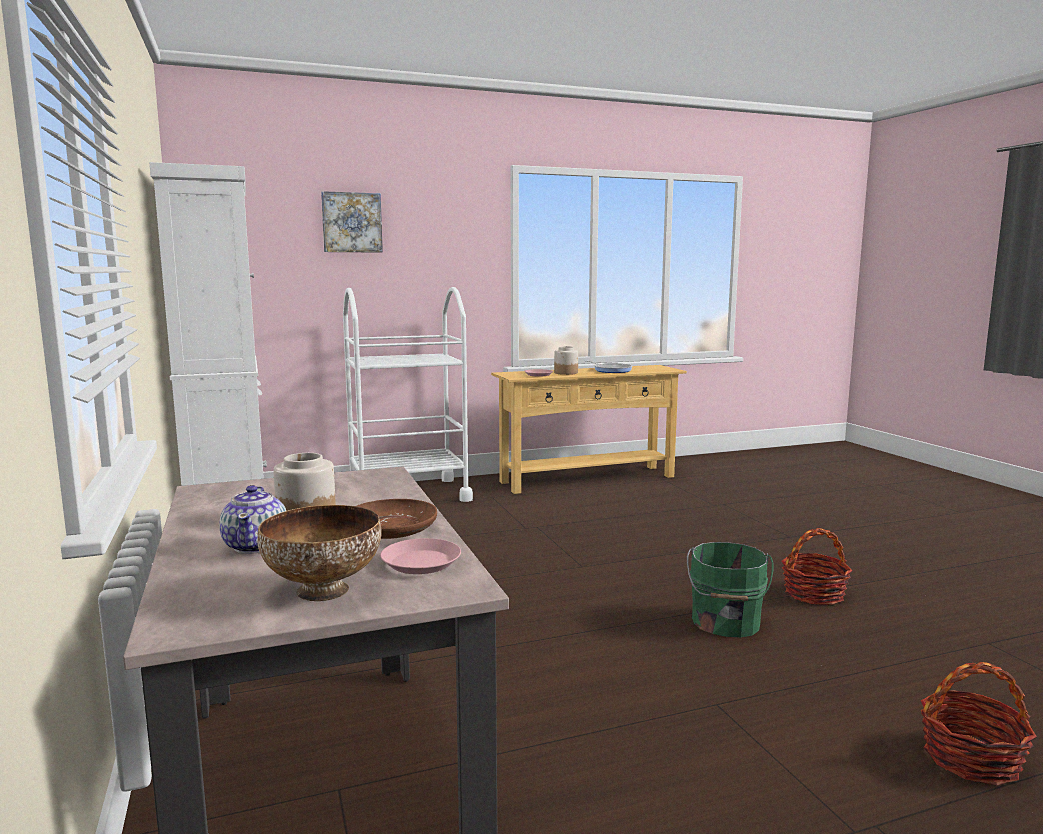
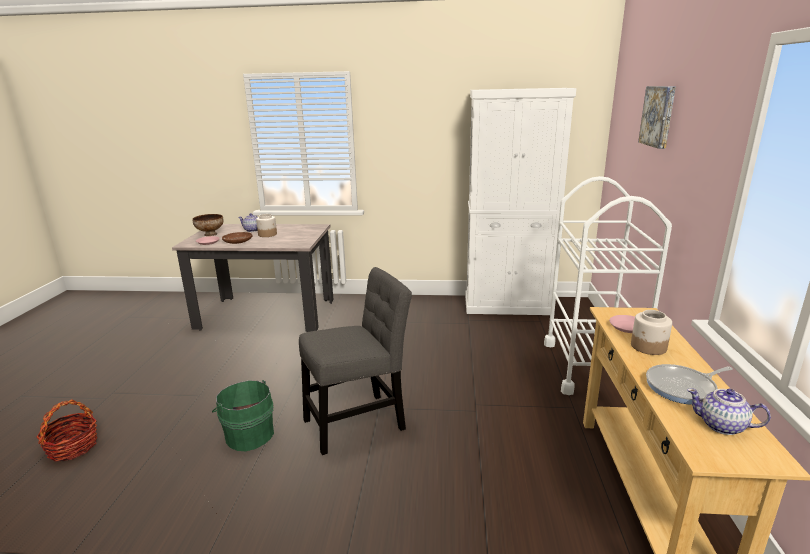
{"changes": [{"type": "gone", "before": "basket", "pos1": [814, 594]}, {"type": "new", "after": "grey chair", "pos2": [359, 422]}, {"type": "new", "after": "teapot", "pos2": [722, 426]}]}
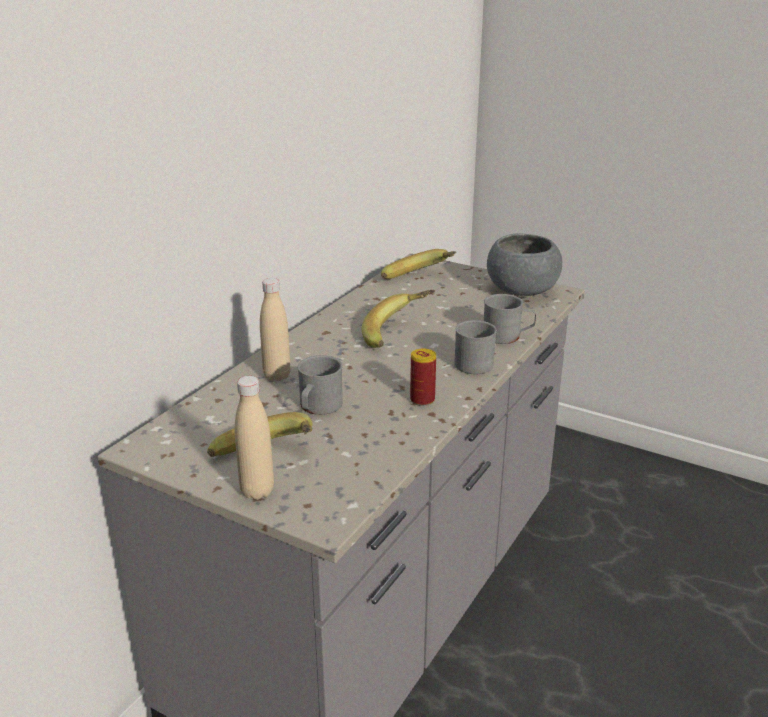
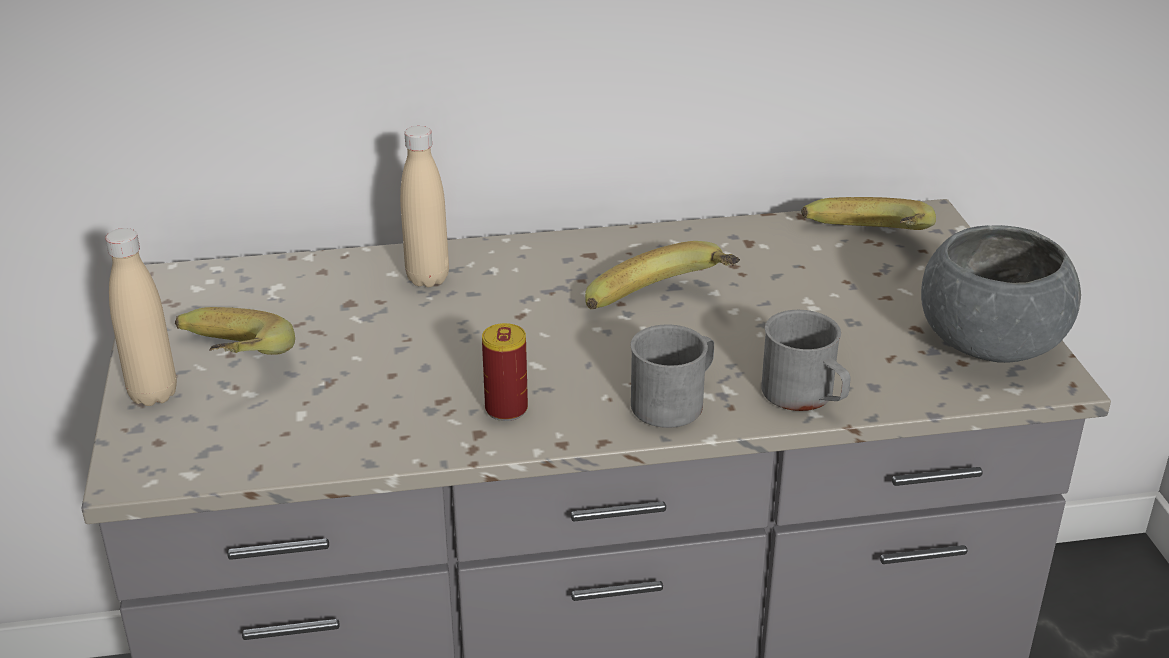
{"changes": [{"type": "gone", "before": "grey mug", "pos1": [318, 407]}]}
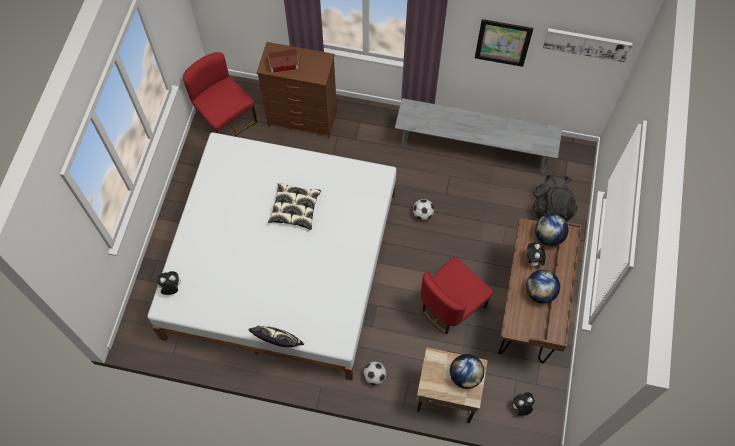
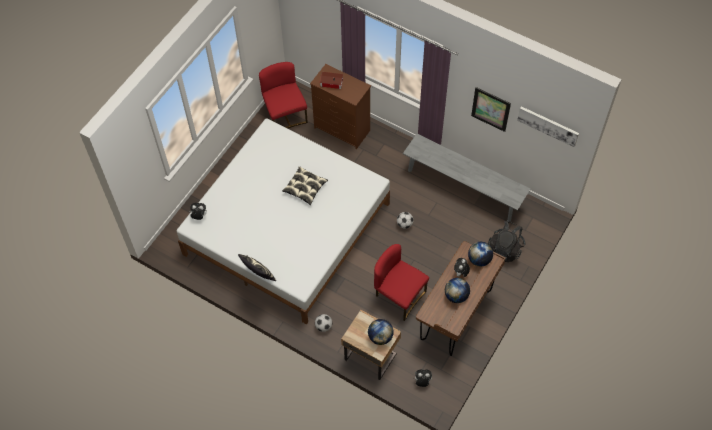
{"changes": [{"type": "rotated", "before": "red chair", "pos1": [451, 306], "pos2": [399, 296], "turn": 60}]}
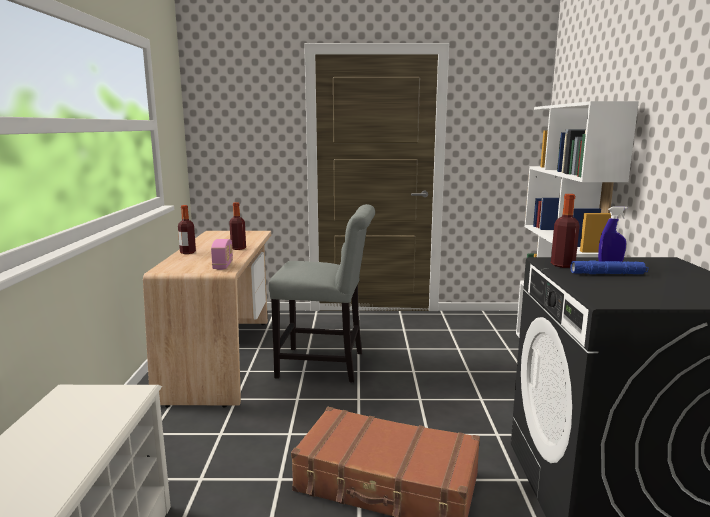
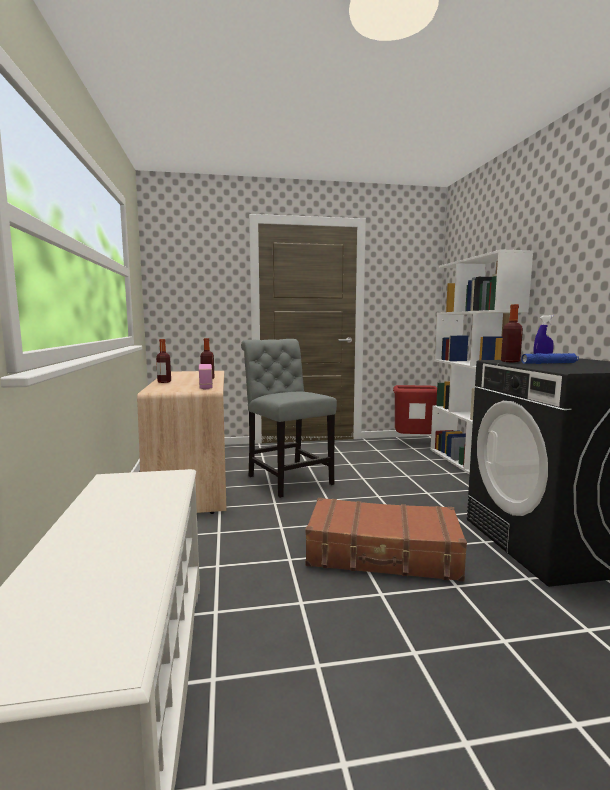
{"changes": [{"type": "rotated", "before": "grey chair", "pos1": [326, 365], "pos2": [287, 479], "turn": -120}, {"type": "new", "after": "red trash can", "pos2": [414, 442]}]}
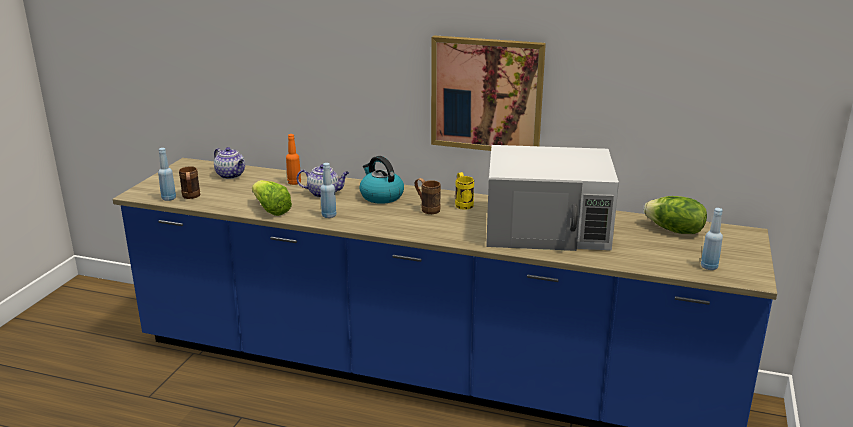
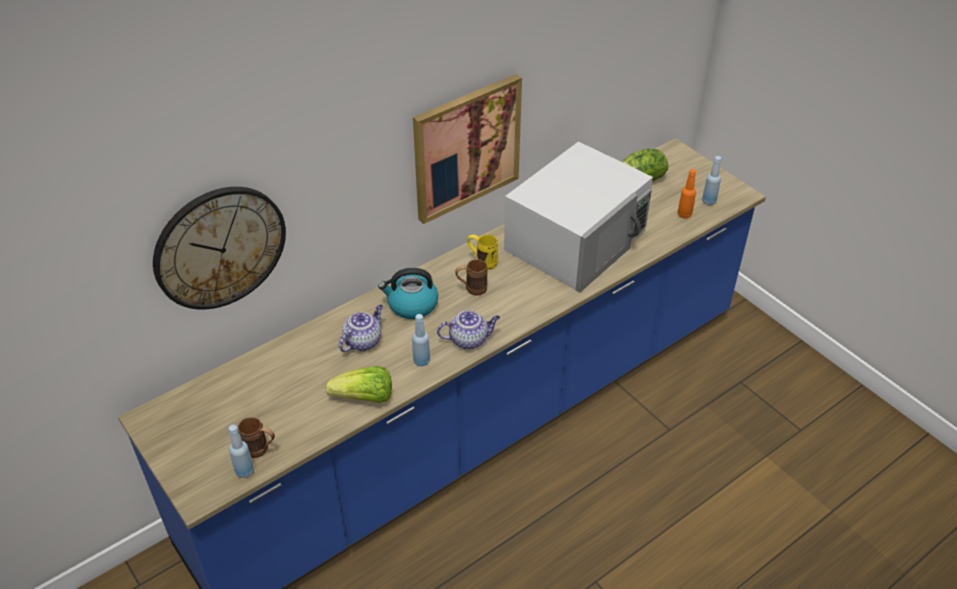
{"changes": [{"type": "shifted", "before": "teapot", "pos1": [231, 175], "pos2": [469, 339]}, {"type": "shifted", "before": "orange bottle", "pos1": [294, 182], "pos2": [684, 214]}, {"type": "new", "after": "wall clock", "pos2": [220, 247]}]}
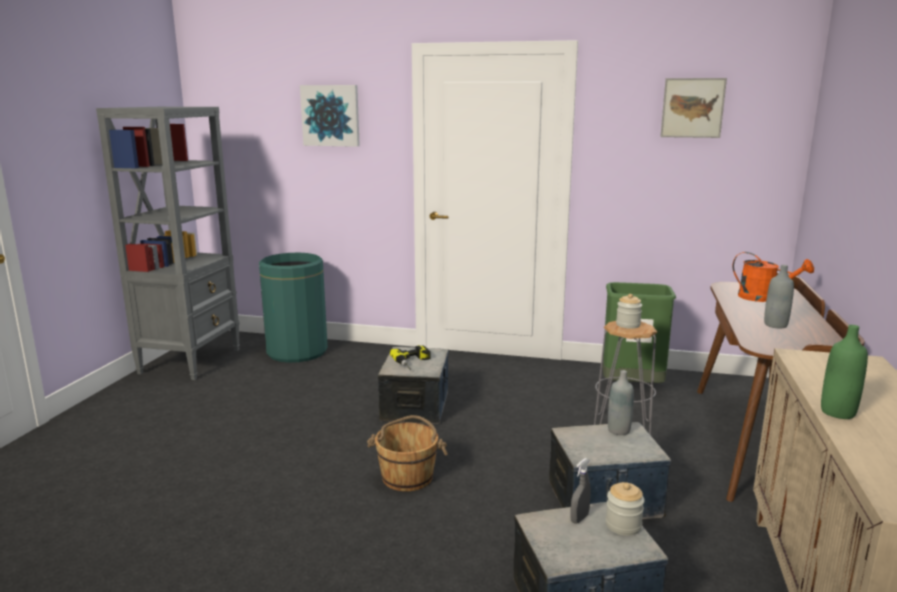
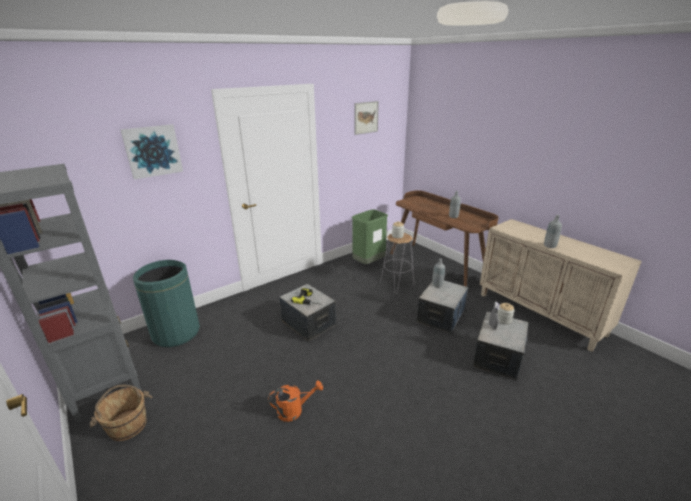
{"changes": [{"type": "shifted", "before": "brown bucket", "pos1": [407, 476], "pos2": [127, 425]}, {"type": "shifted", "before": "orange watering can", "pos1": [763, 298], "pos2": [294, 410]}, {"type": "repainted", "before": "green bottle", "after": "grey bottle", "pos1": [838, 412], "pos2": [550, 246]}]}
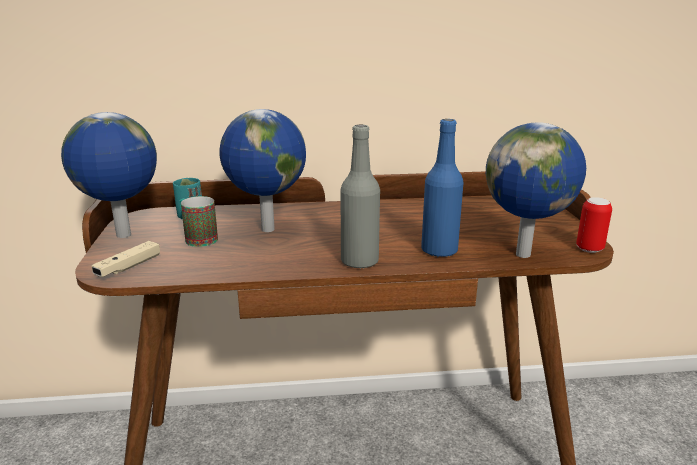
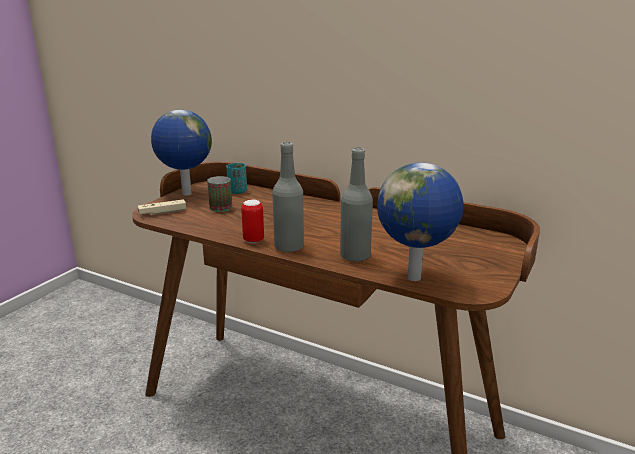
{"changes": [{"type": "gone", "before": "globe", "pos1": [266, 229]}, {"type": "repainted", "before": "blue bottle", "after": "grey bottle", "pos1": [439, 250], "pos2": [355, 256]}, {"type": "shifted", "before": "can", "pos1": [589, 249], "pos2": [253, 240]}]}
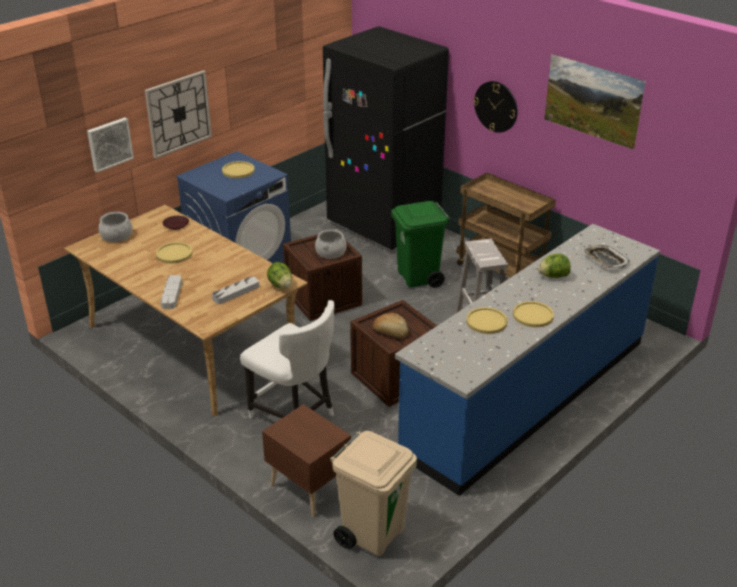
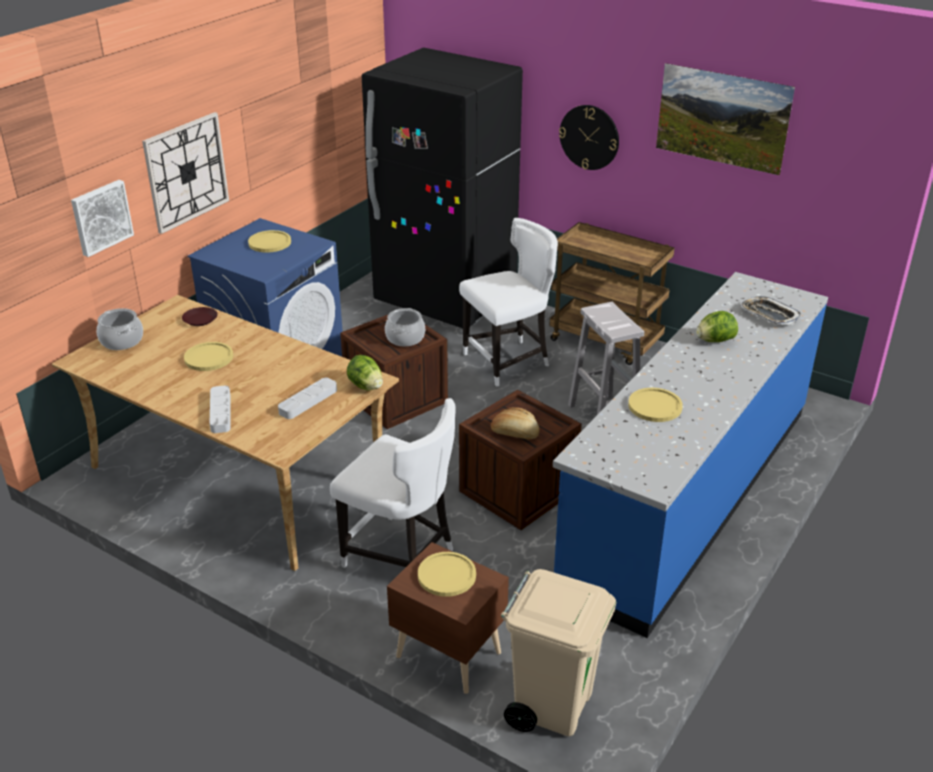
{"changes": [{"type": "swapped", "before": "green trash can", "after": "white chair", "pos1": [418, 278], "pos2": [508, 361]}, {"type": "shifted", "before": "yellow plate", "pos1": [533, 315], "pos2": [446, 575]}]}
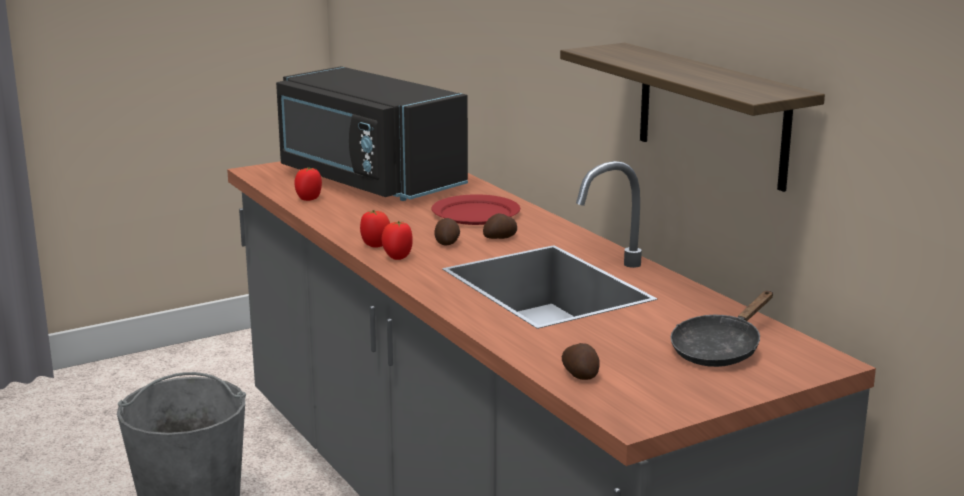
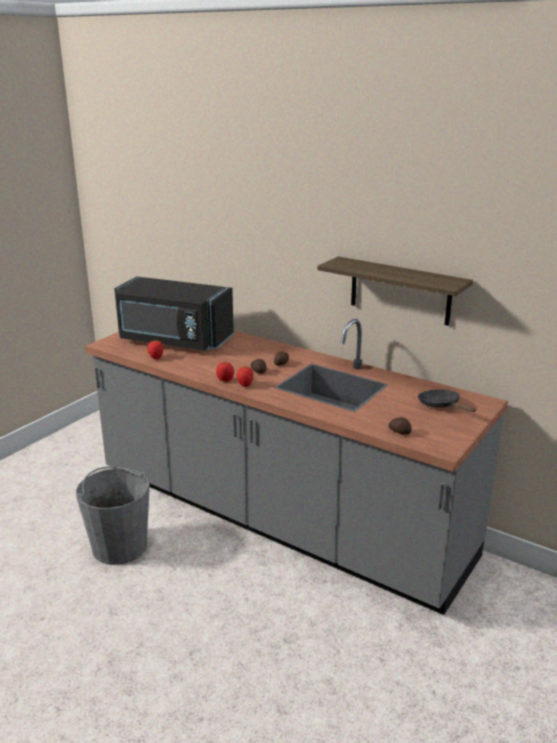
{"changes": [{"type": "gone", "before": "red plate", "pos1": [475, 213]}, {"type": "rotated", "before": "black frying pan", "pos1": [719, 349], "pos2": [441, 405], "turn": 135}]}
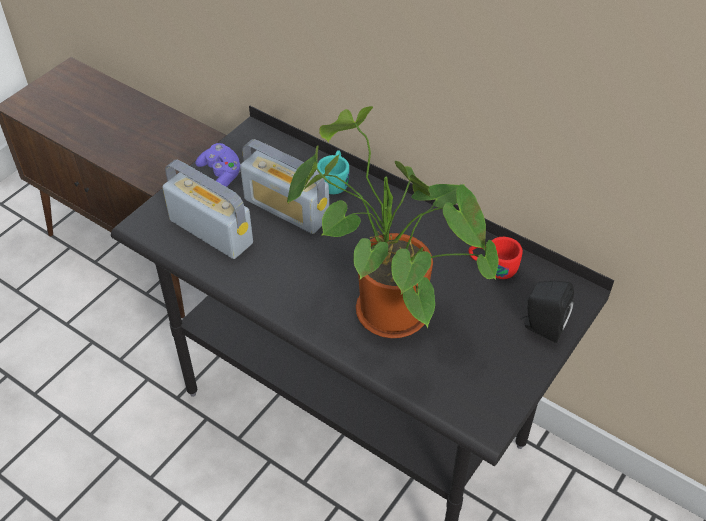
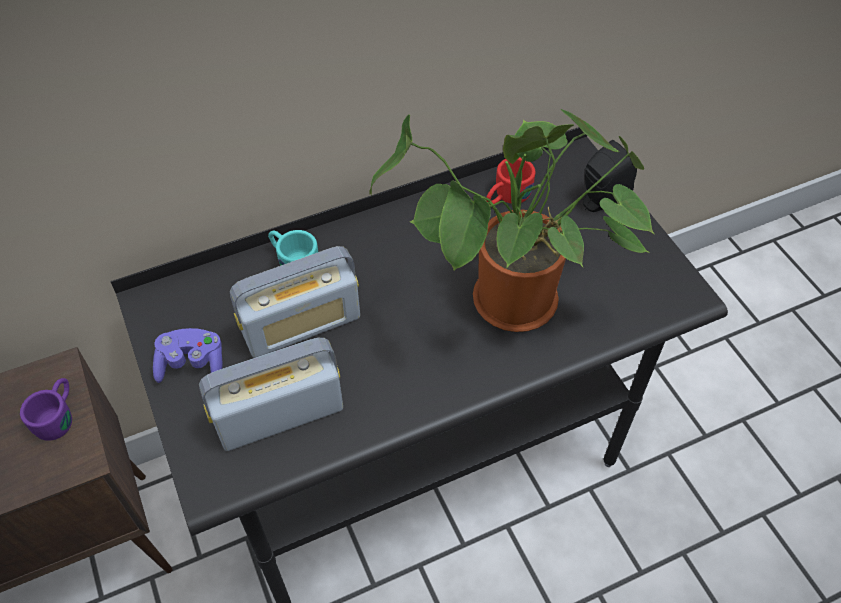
{"changes": [{"type": "new", "after": "purple mug", "pos2": [59, 416]}]}
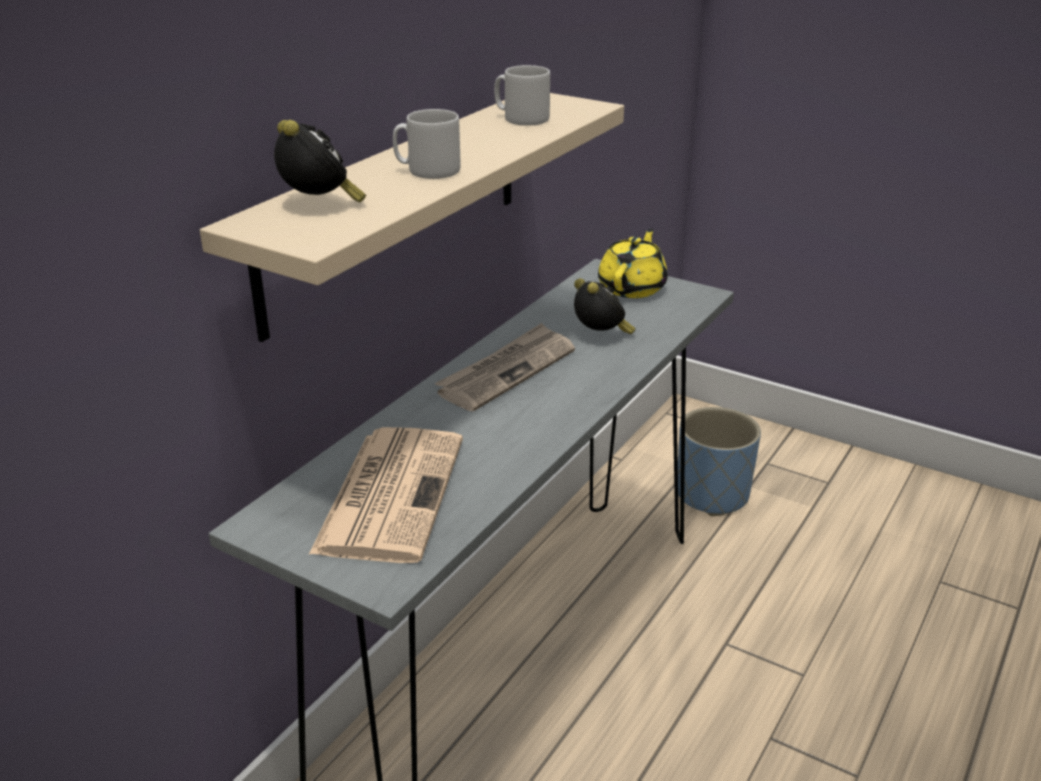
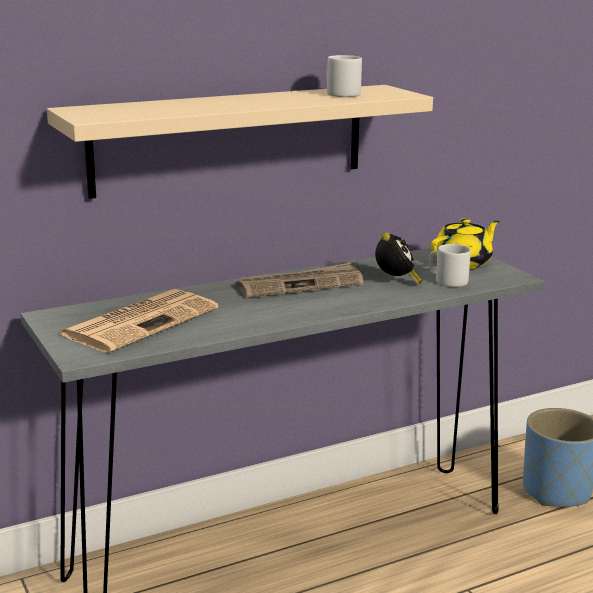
{"changes": [{"type": "gone", "before": "alarm clock", "pos1": [320, 205]}, {"type": "shifted", "before": "grey mug", "pos1": [427, 171], "pos2": [447, 281]}]}
